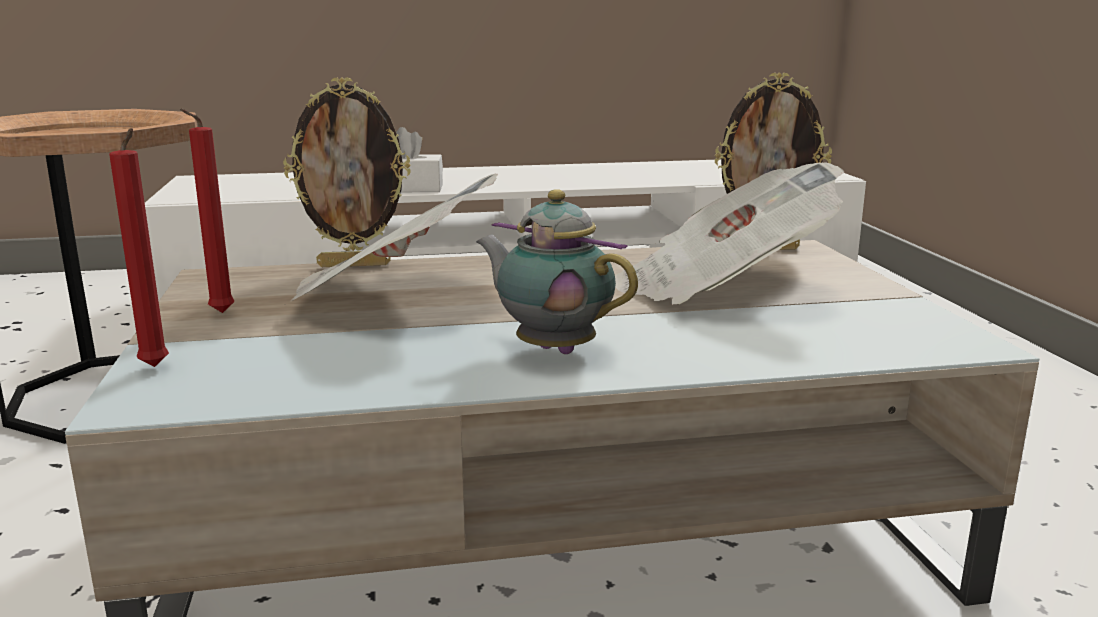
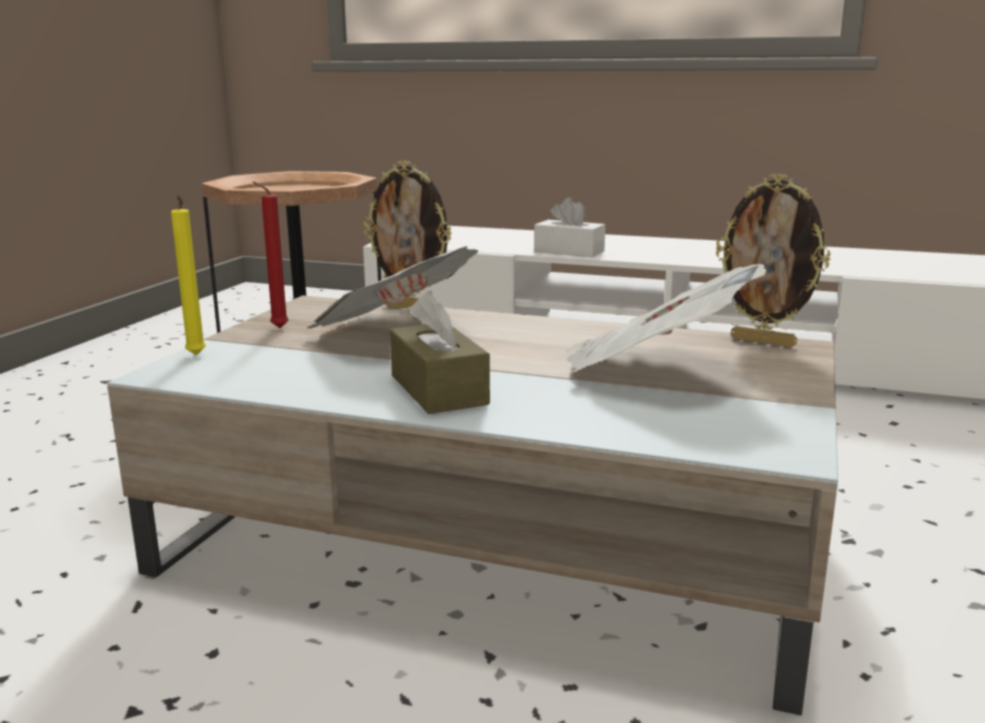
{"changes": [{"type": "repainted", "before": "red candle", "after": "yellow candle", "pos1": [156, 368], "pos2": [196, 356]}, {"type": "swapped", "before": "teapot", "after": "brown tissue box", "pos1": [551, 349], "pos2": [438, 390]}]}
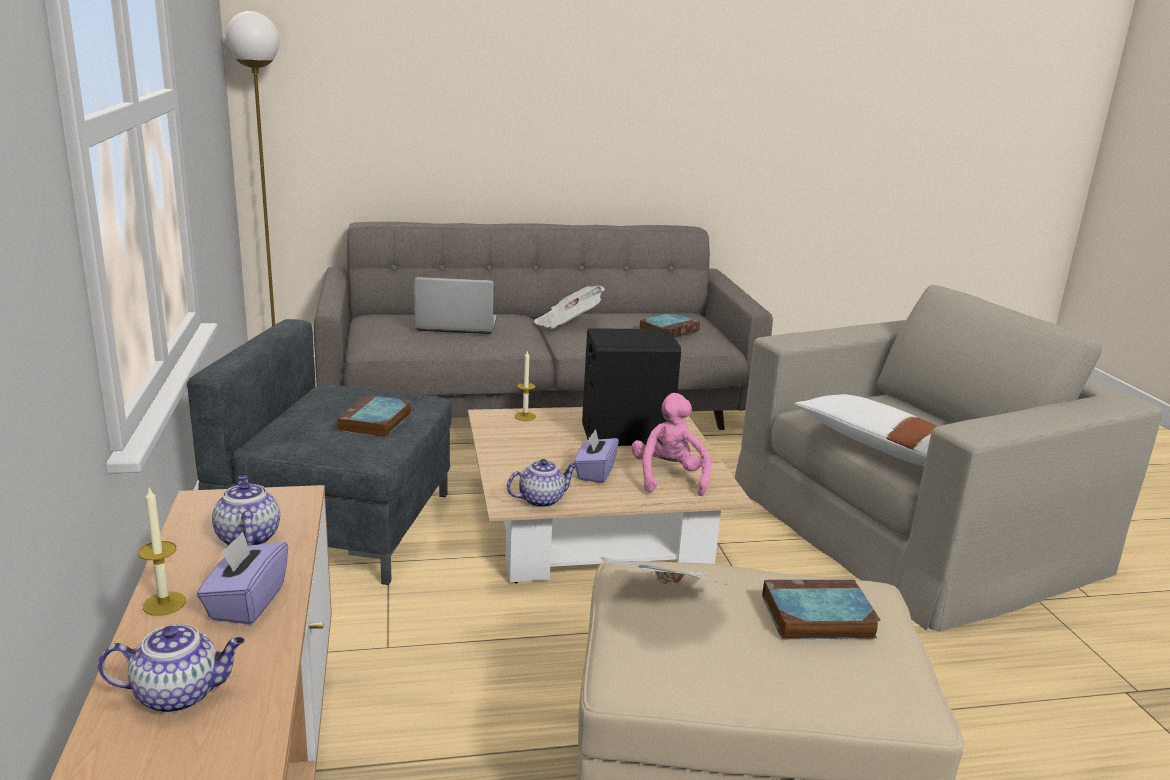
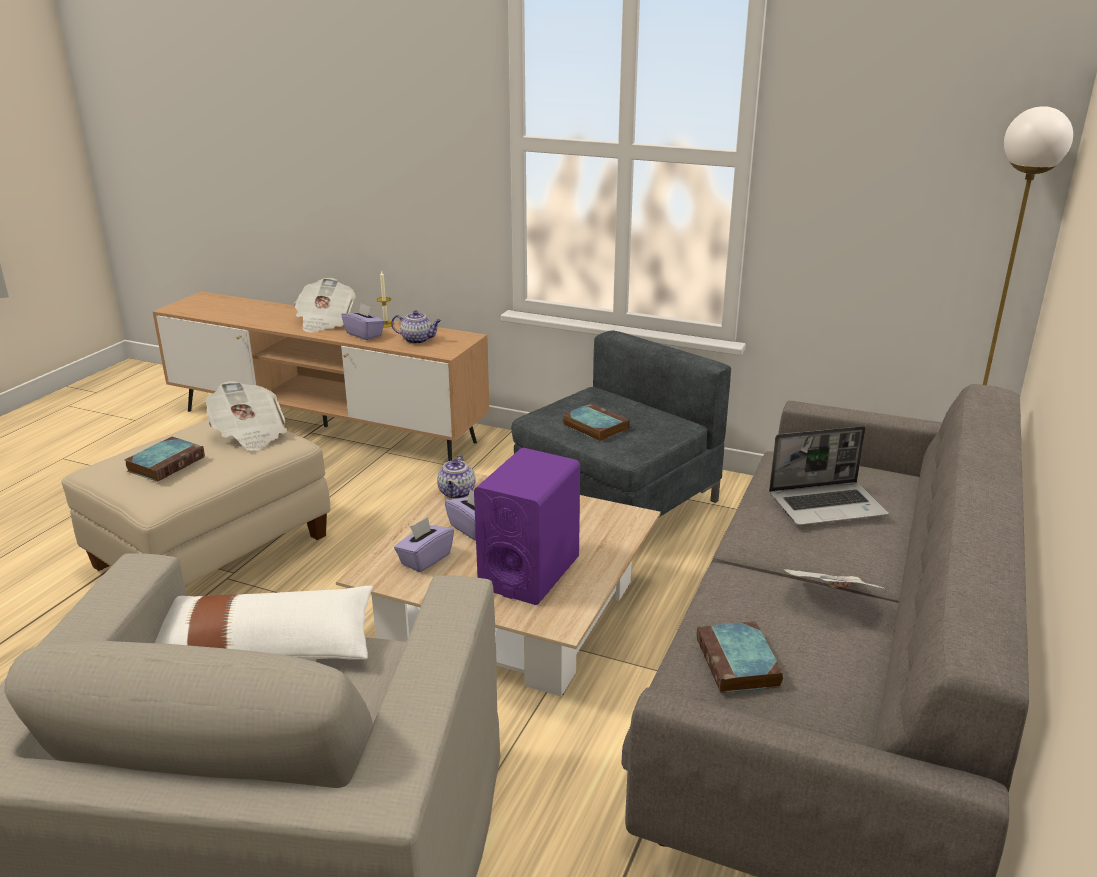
{"changes": [{"type": "swapped", "before": "teapot", "after": "newspaper", "pos1": [180, 694], "pos2": [325, 322]}, {"type": "rotated", "before": "laptop", "pos1": [455, 325], "pos2": [827, 505], "turn": 45}, {"type": "gone", "before": "candle", "pos1": [525, 416]}, {"type": "repainted", "before": "black speaker", "after": "purple speaker", "pos1": [625, 434], "pos2": [529, 572]}, {"type": "swapped", "before": "pink plush toy", "after": "purple tissue box", "pos1": [668, 478], "pos2": [425, 559]}]}
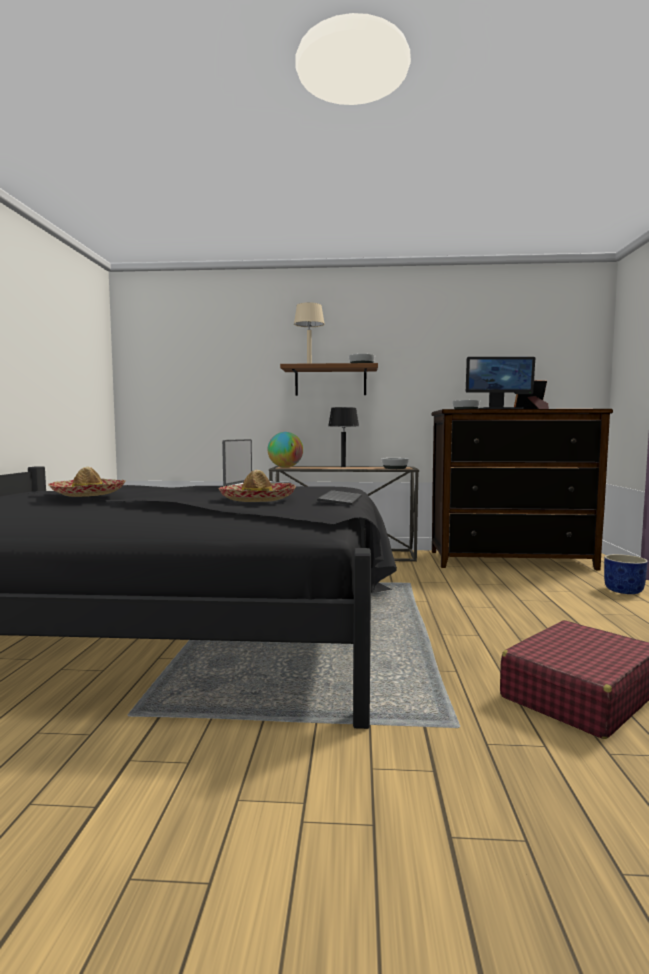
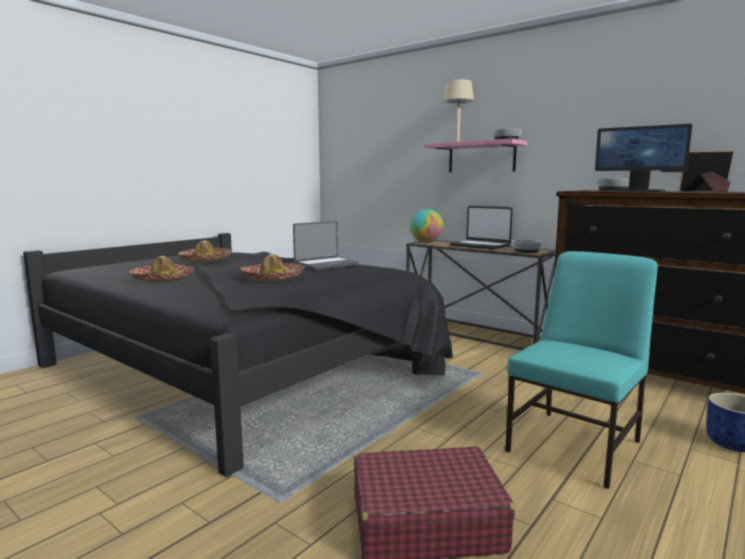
{"changes": [{"type": "repainted", "before": "brown shelf", "after": "pink shelf", "pos1": [330, 381], "pos2": [481, 157]}, {"type": "gone", "before": "keyboard", "pos1": [339, 499]}, {"type": "swapped", "before": "black table lamp", "after": "laptop", "pos1": [343, 467], "pos2": [480, 246]}, {"type": "new", "after": "hat", "pos2": [163, 279]}, {"type": "new", "after": "turquoise chair", "pos2": [576, 445]}]}
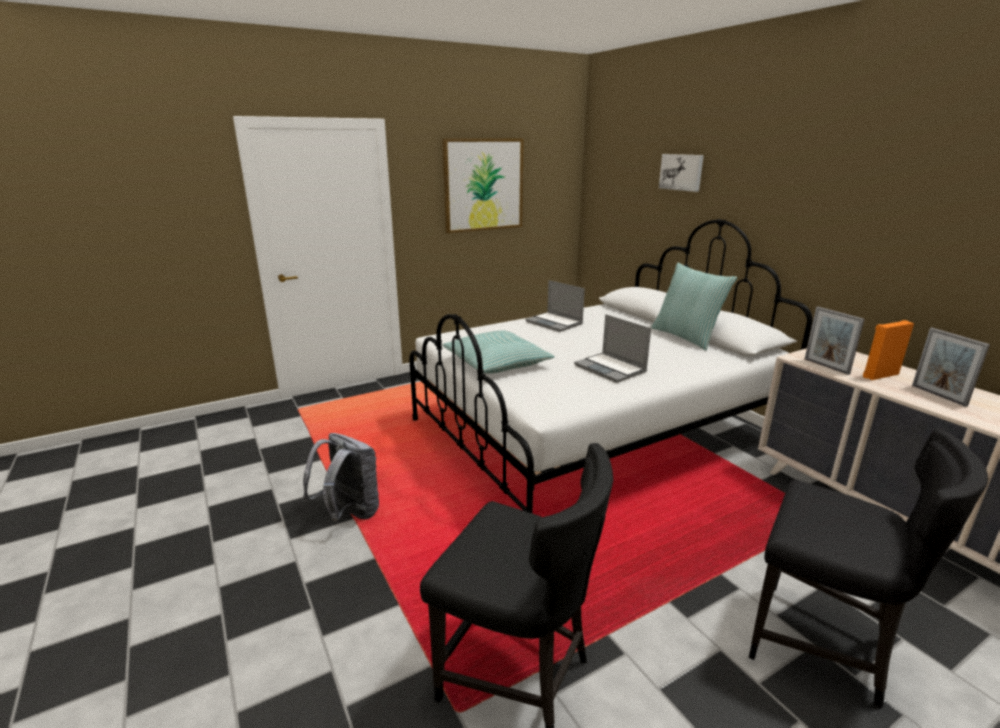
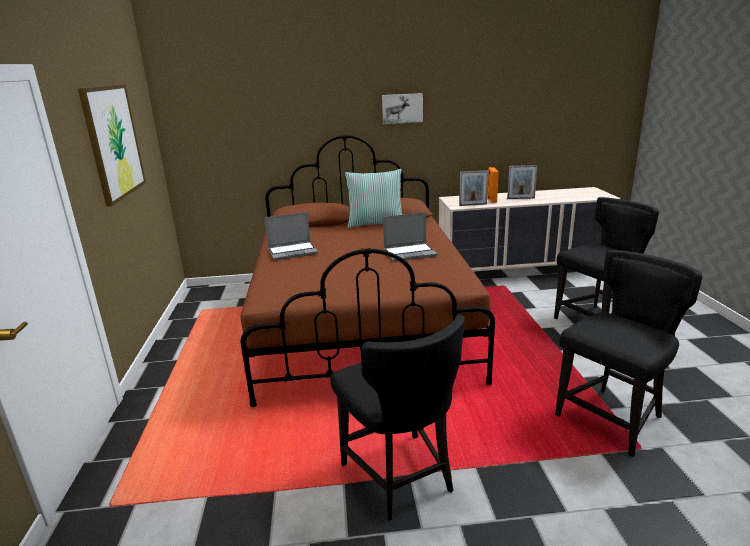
{"changes": [{"type": "swapped", "before": "grey backpack", "after": "black chair", "pos1": [349, 513], "pos2": [399, 477]}, {"type": "repainted", "before": "white bed", "after": "brown bed", "pos1": [593, 431], "pos2": [361, 322]}, {"type": "gone", "before": "pillow", "pos1": [496, 363]}, {"type": "shifted", "before": "picture", "pos1": [681, 172], "pos2": [402, 108]}]}
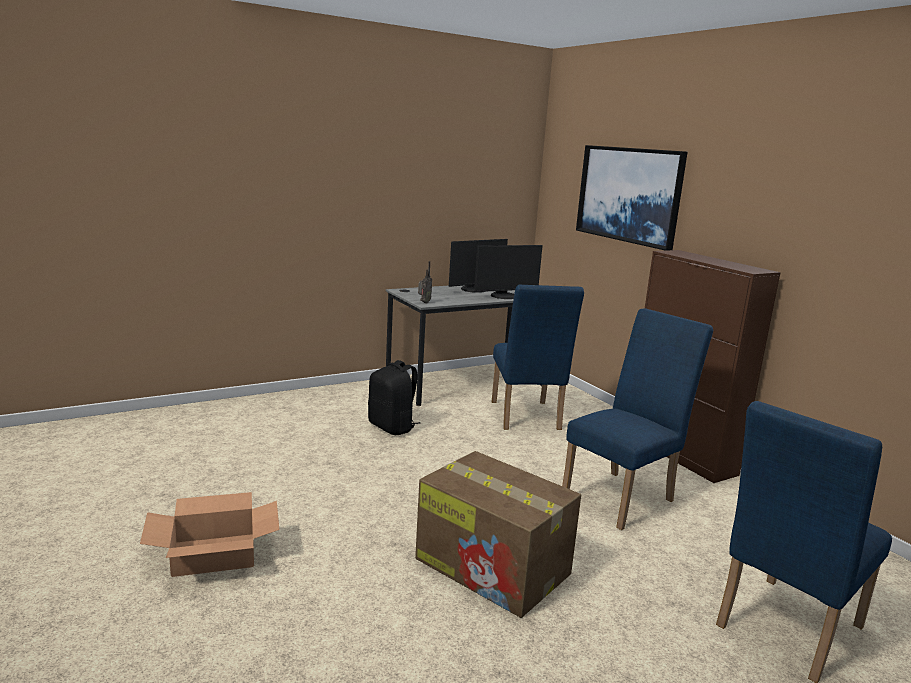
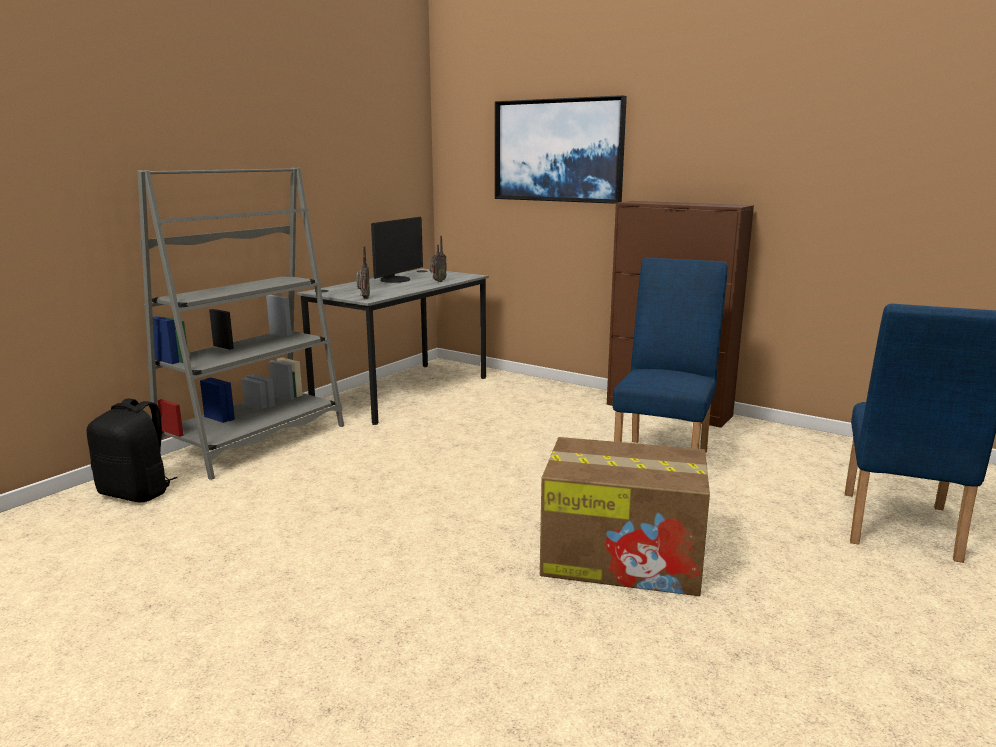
{"changes": [{"type": "gone", "before": "cardboard box", "pos1": [214, 554]}, {"type": "shifted", "before": "black backpack", "pos1": [392, 427], "pos2": [137, 493]}, {"type": "swapped", "before": "monitor", "after": "radio", "pos1": [504, 296], "pos2": [437, 281]}, {"type": "gone", "before": "blue chair", "pos1": [525, 418]}, {"type": "new", "after": "grey bookcase", "pos2": [255, 442]}]}
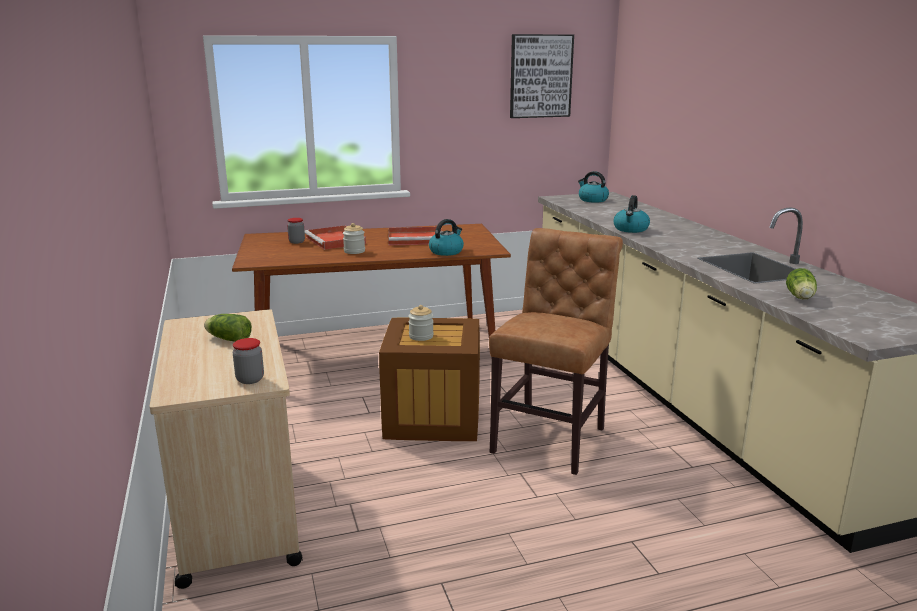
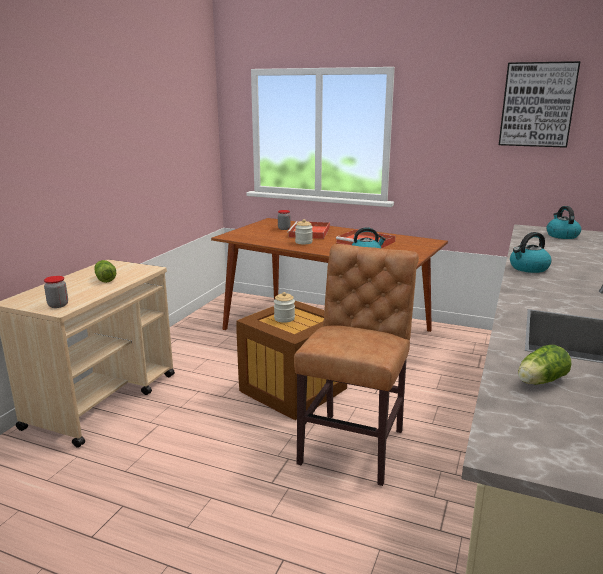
{"changes": [{"type": "rotated", "before": "brown chair", "pos1": [552, 437], "pos2": [354, 443], "turn": -45}]}
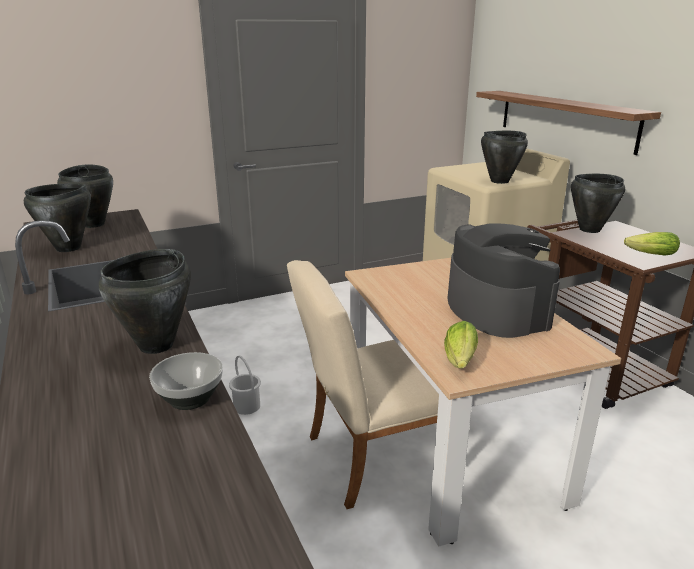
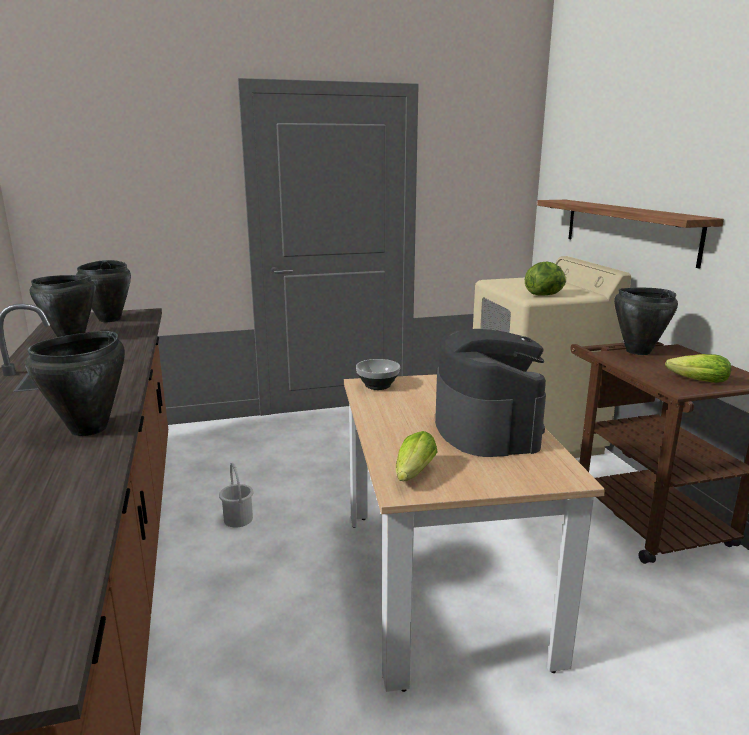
{"changes": [{"type": "shifted", "before": "bowl", "pos1": [190, 399], "pos2": [377, 386]}, {"type": "gone", "before": "beige chair", "pos1": [370, 457]}, {"type": "swapped", "before": "black cooking pot", "after": "lettuce", "pos1": [499, 181], "pos2": [545, 295]}]}
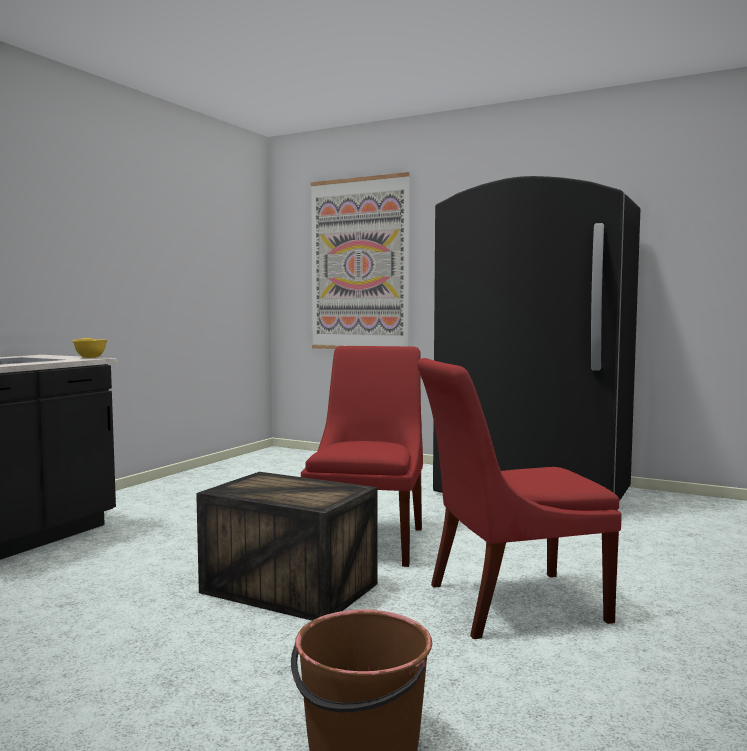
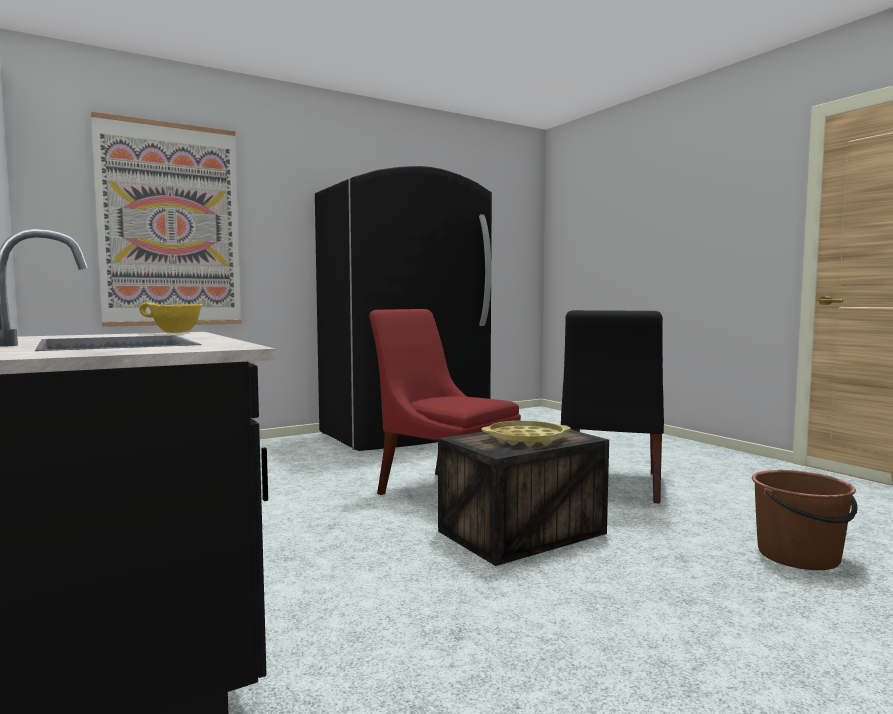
{"changes": [{"type": "repainted", "before": "red chair", "after": "black chair", "pos1": [508, 603], "pos2": [609, 485]}, {"type": "new", "after": "yellow tray", "pos2": [526, 439]}]}
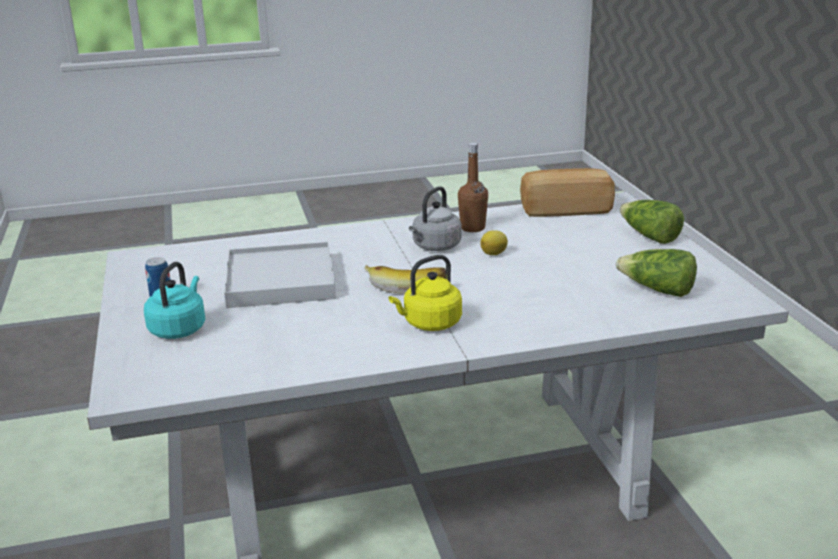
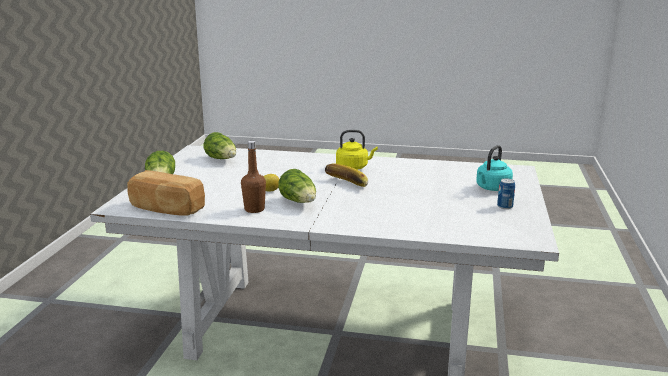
{"changes": [{"type": "gone", "before": "white tray", "pos1": [280, 280]}, {"type": "swapped", "before": "grey kettle", "after": "lettuce", "pos1": [435, 247], "pos2": [299, 202]}]}
